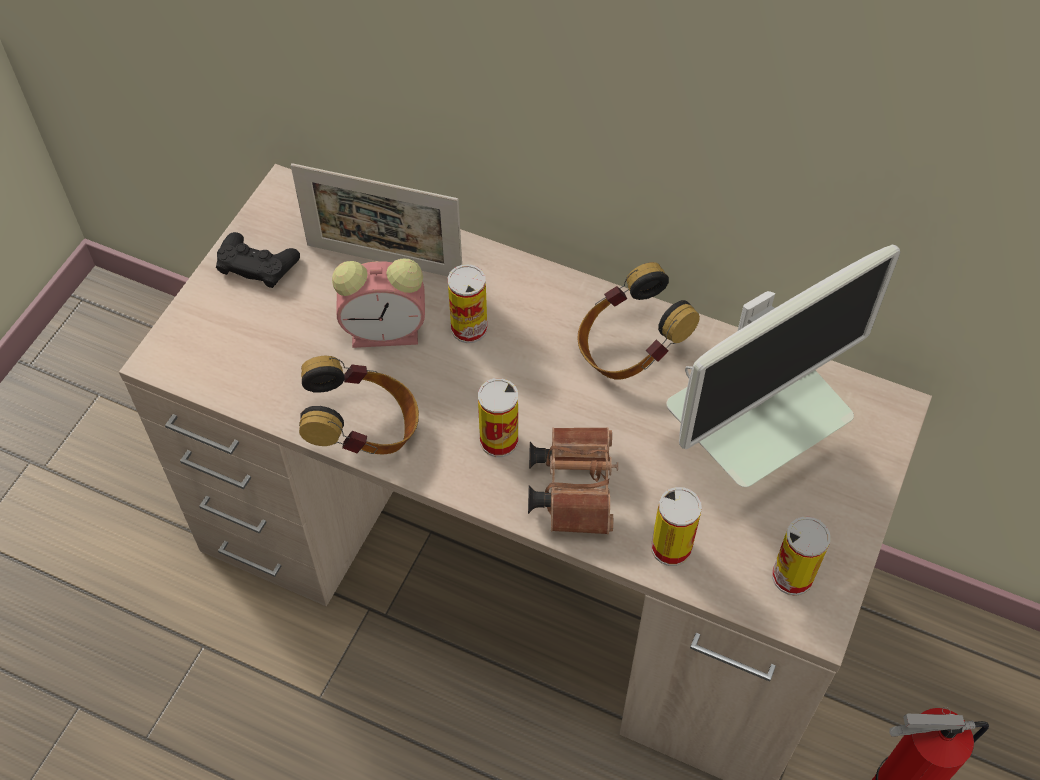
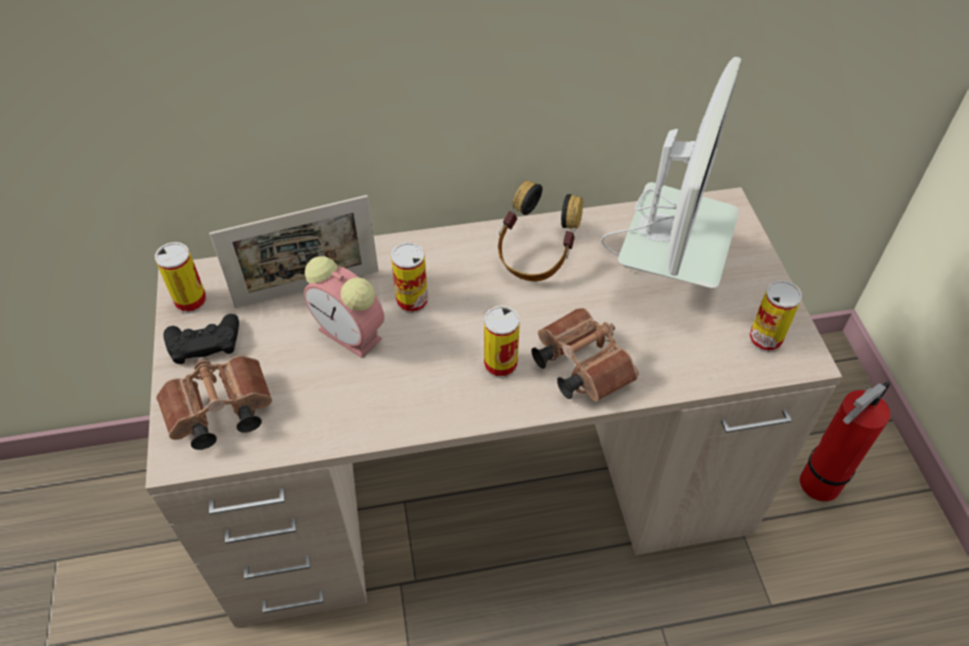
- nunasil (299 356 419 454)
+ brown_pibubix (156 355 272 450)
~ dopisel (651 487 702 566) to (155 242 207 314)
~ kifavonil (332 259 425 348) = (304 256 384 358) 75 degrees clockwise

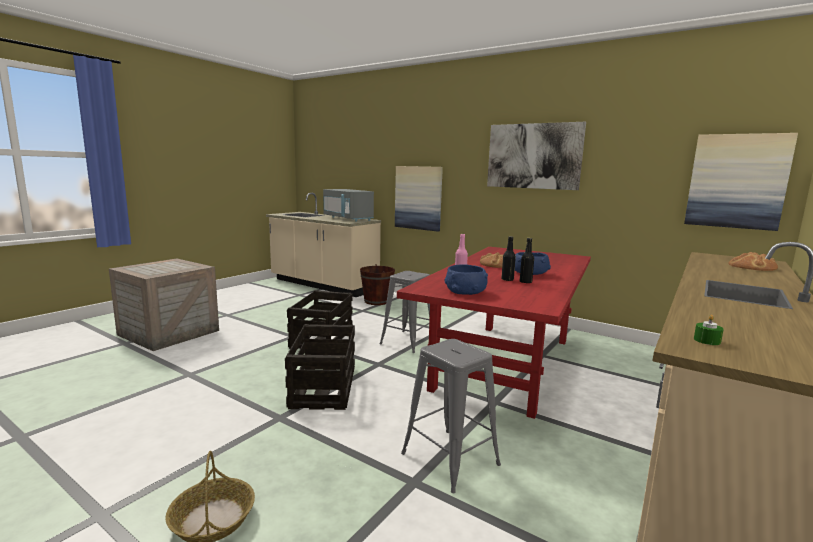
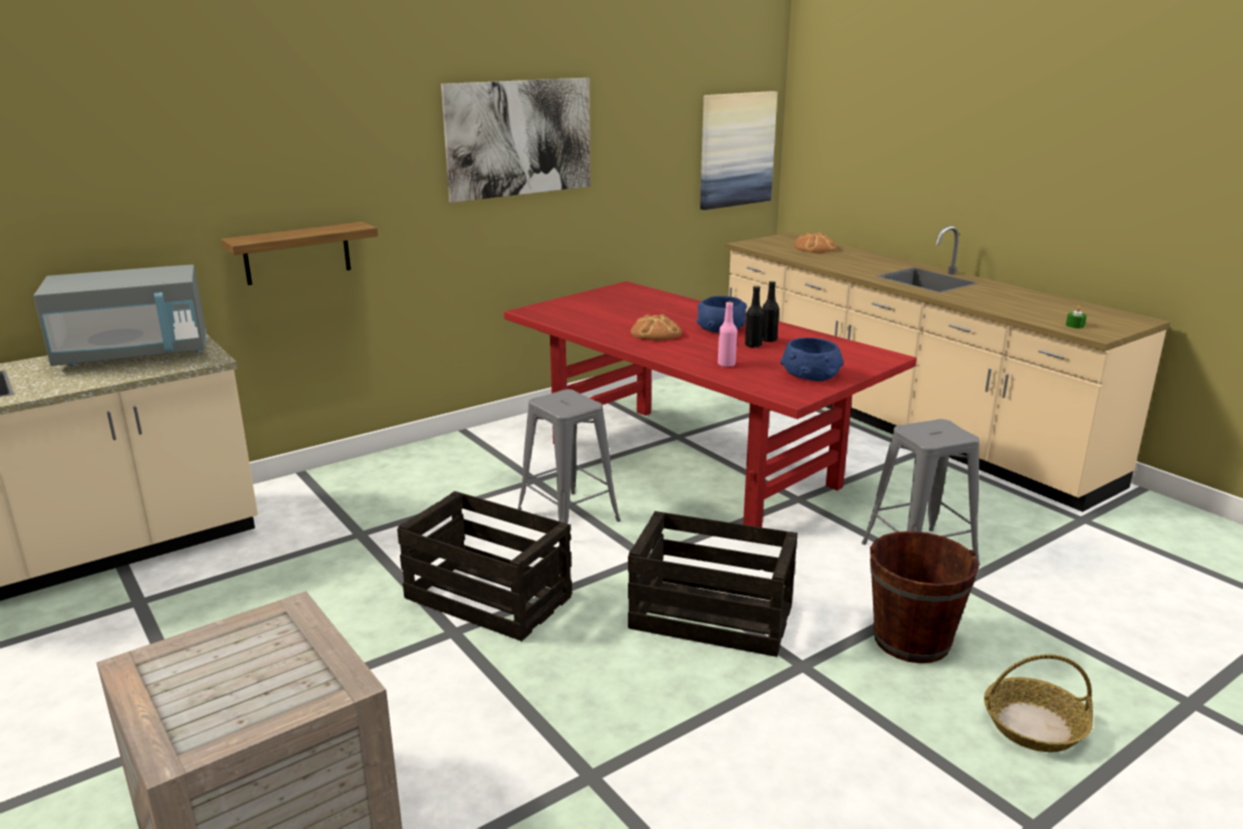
~ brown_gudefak (360 264 395 305) to (870 531 979 663)
~ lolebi (395 166 443 232) to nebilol (221 222 378 285)

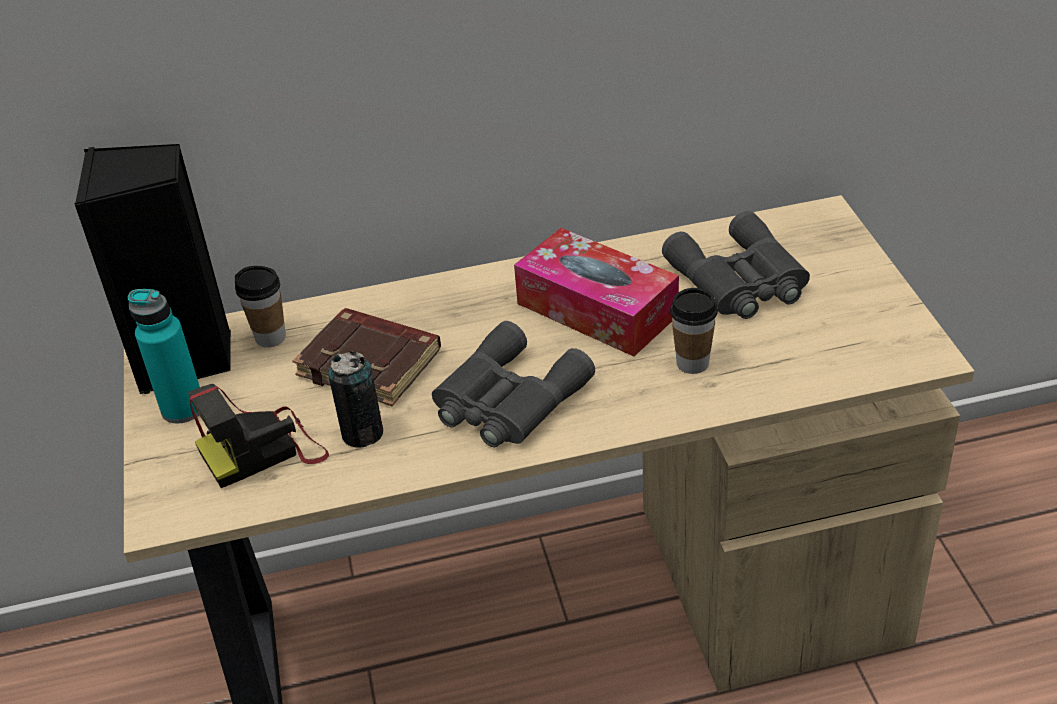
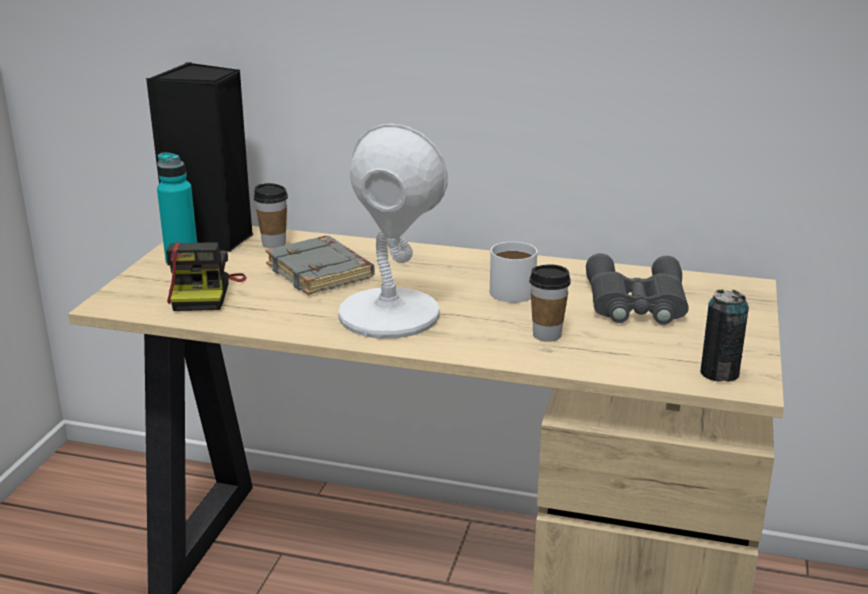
~ dopisel (328 351 383 448) to (700 289 749 382)
~ grey_pibubix (432 321 595 447) to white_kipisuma (338 123 448 338)
~ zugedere (514 228 679 356) to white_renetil (490 242 537 303)
~ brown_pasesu (292 308 441 406) to grey_pasesu (265 236 375 295)
~ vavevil (188 384 329 488) = (166 242 247 311) 90 degrees counterclockwise

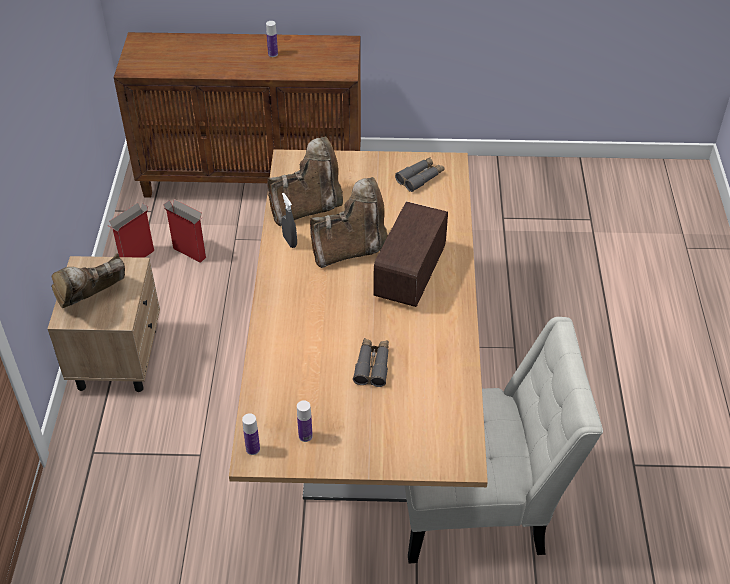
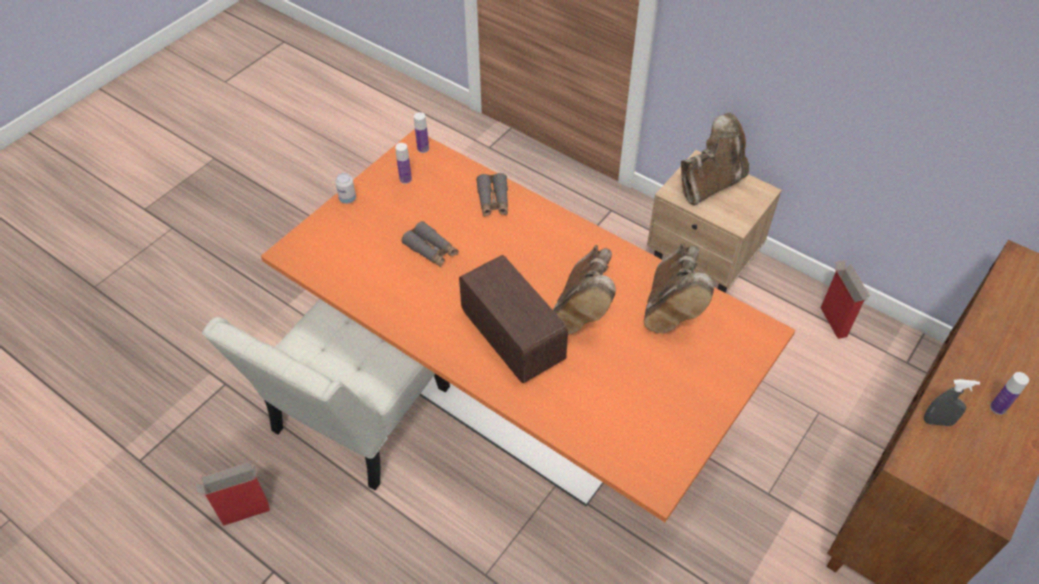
+ dopisel (335 173 356 204)
~ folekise (163 199 206 263) to (194 462 270 526)
~ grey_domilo (281 193 297 248) to (924 379 980 426)
~ grey_pibubix (395 157 444 192) to (476 173 508 217)
~ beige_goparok (229 149 488 502) to orange_goparok (261 129 795 522)
~ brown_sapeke (51 253 125 308) = (681 113 749 206) 60 degrees clockwise

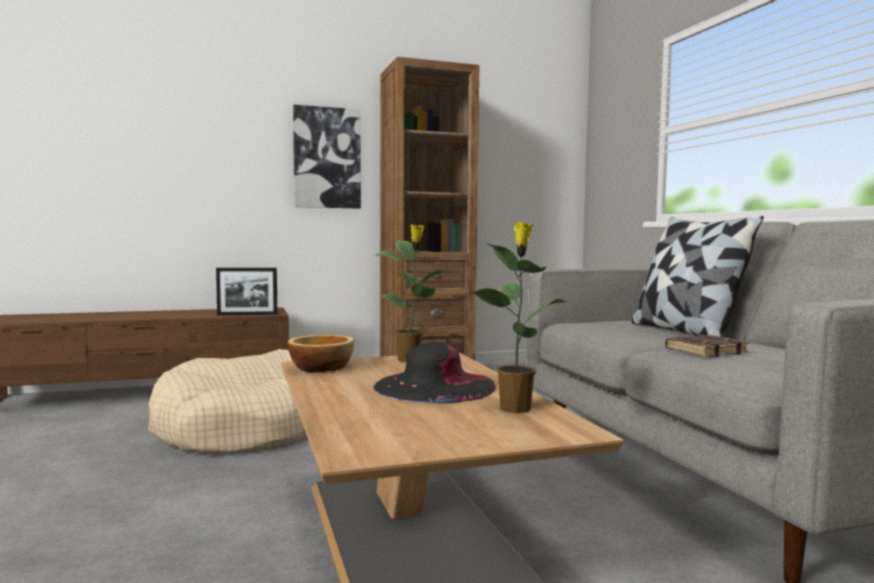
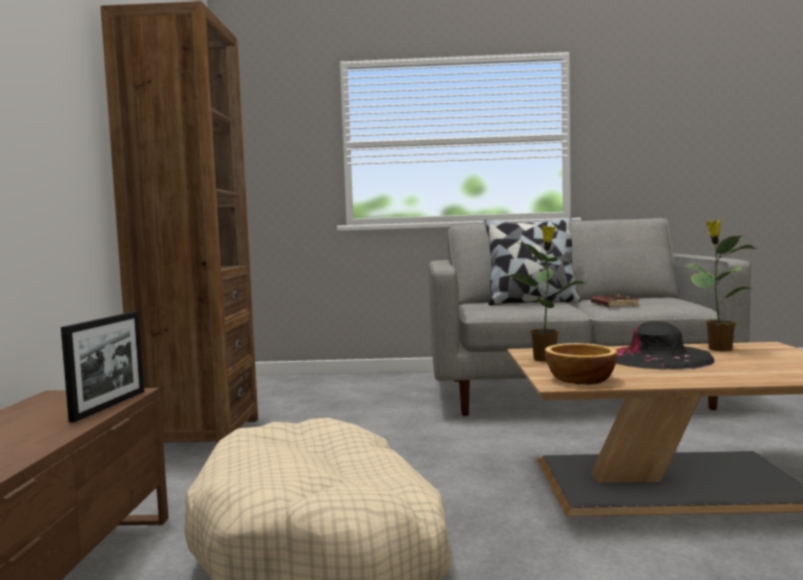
- lolebi (293 105 361 209)

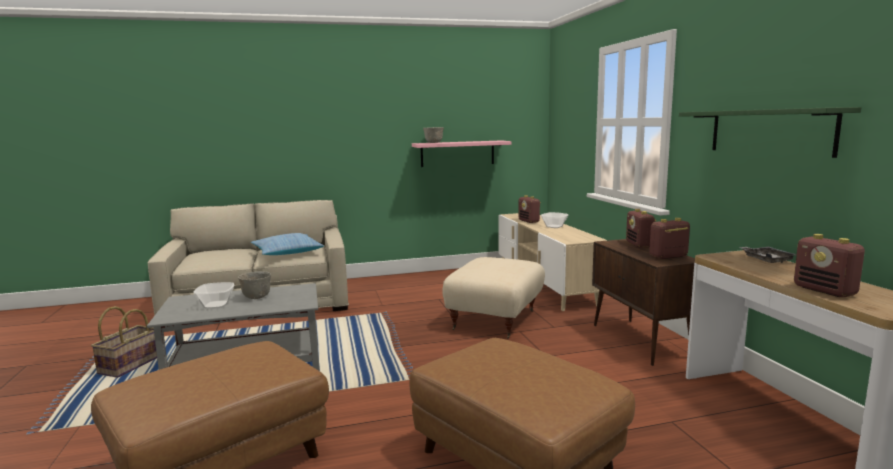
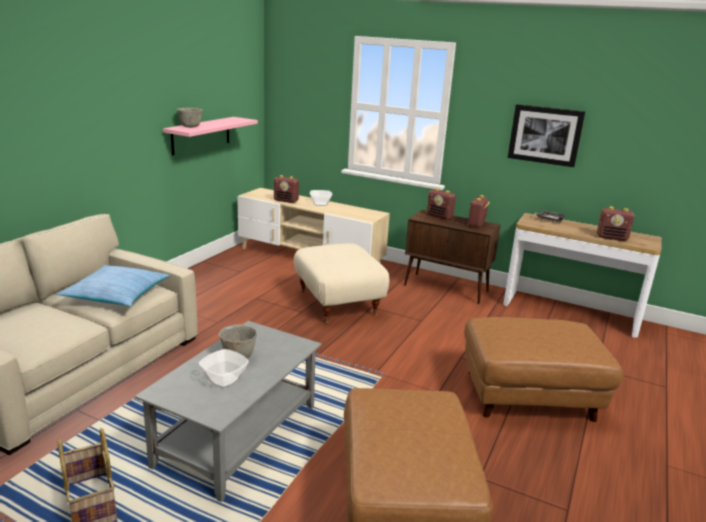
~ green_nebilol (679 107 861 158) to lolebi (508 104 585 167)

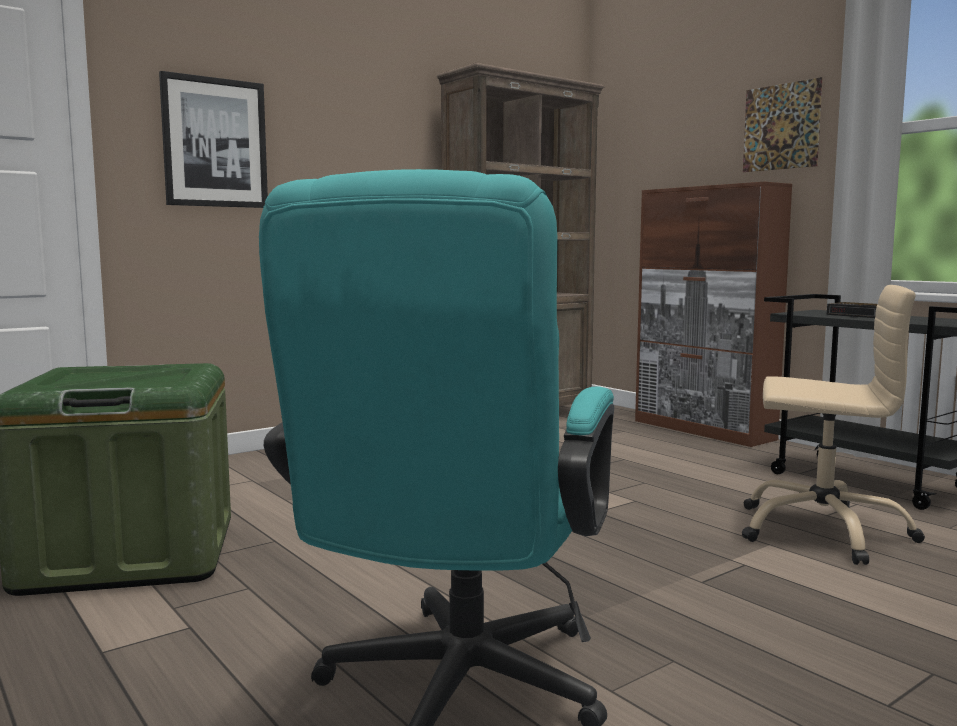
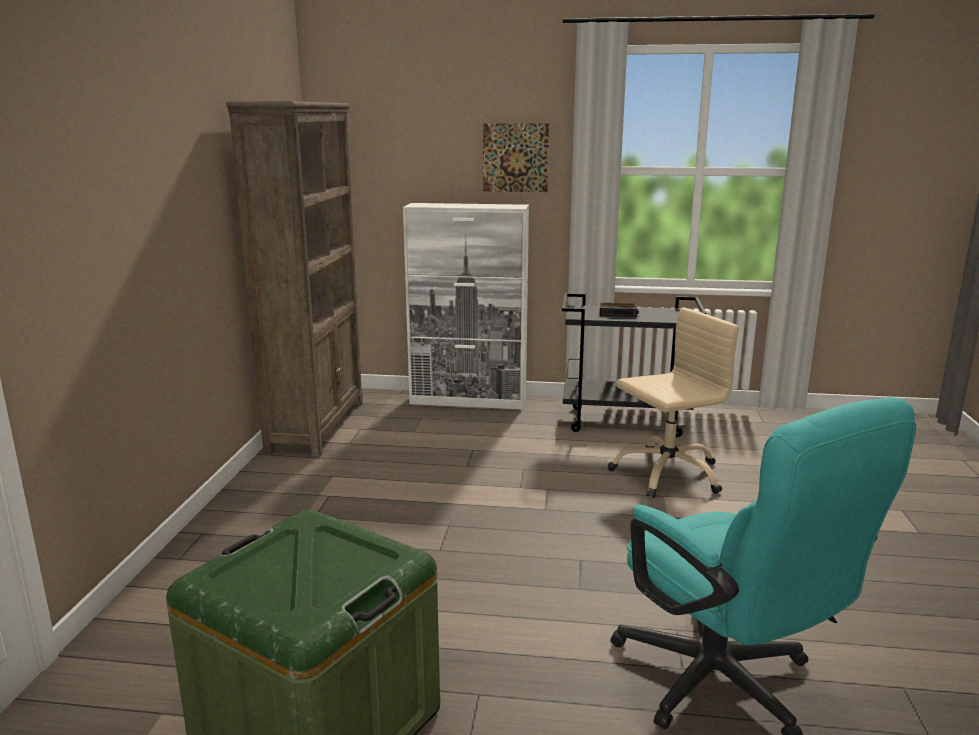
- lolebi (159 71 268 208)
~ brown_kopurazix (635 182 792 447) to white_kopurazix (403 203 529 409)

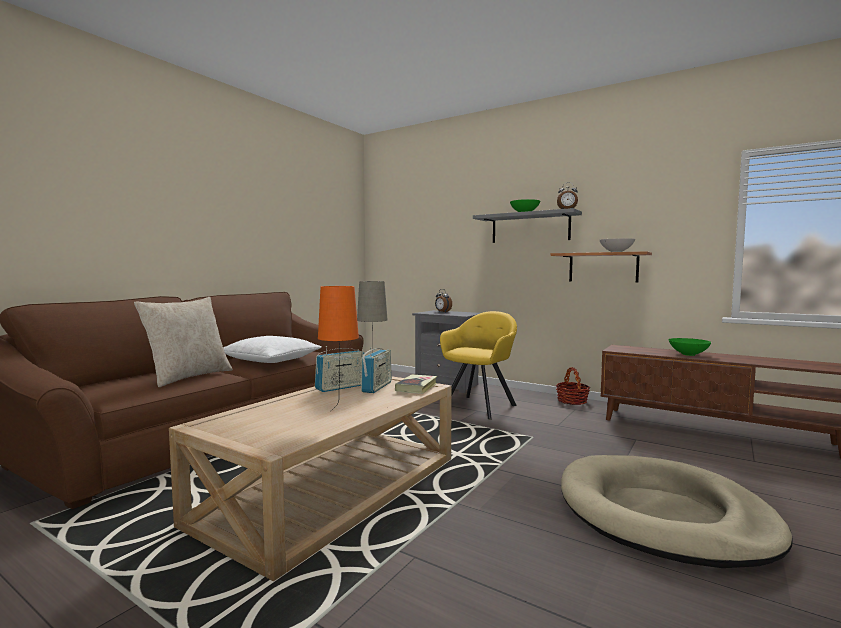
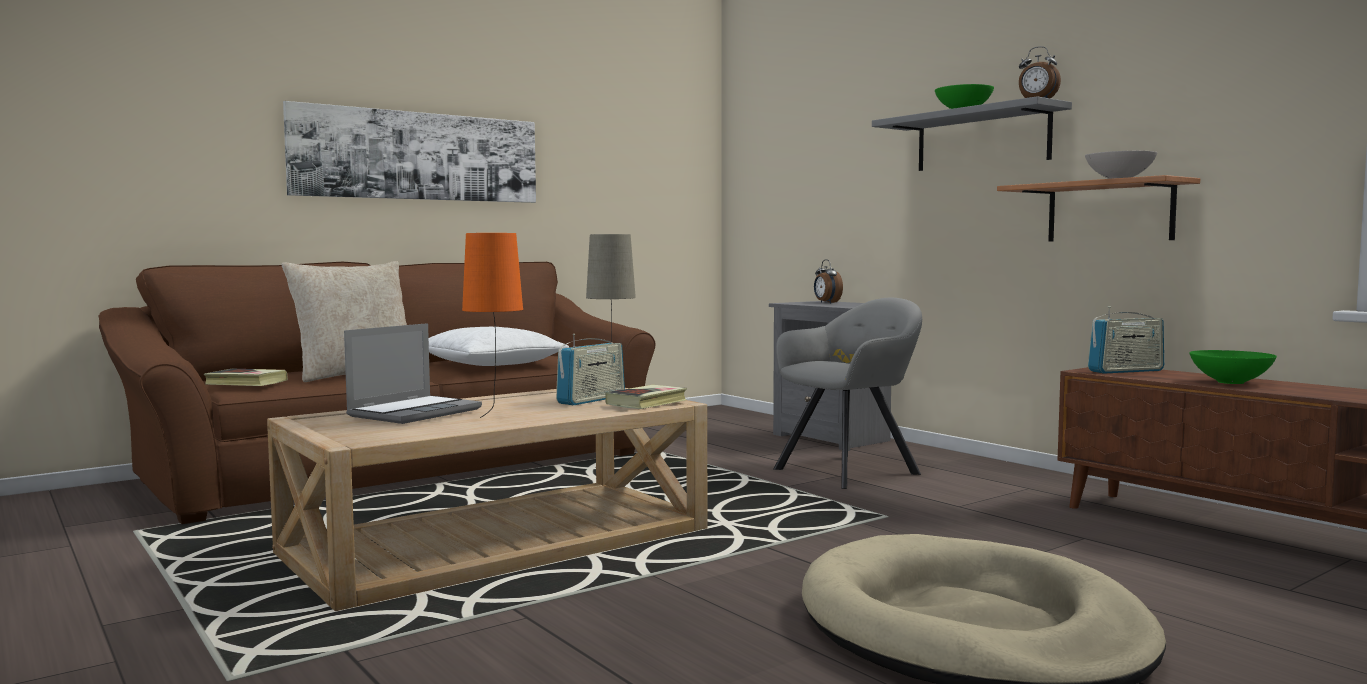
- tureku (555 367 590 405)
+ pasesu (204 369 288 386)
+ lolebi (283 101 536 203)
+ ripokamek (344 323 482 424)
~ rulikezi (315 346 364 392) to (1088 306 1164 374)
~ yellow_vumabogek (440 311 517 420) to grey_vumabogek (773 298 922 489)

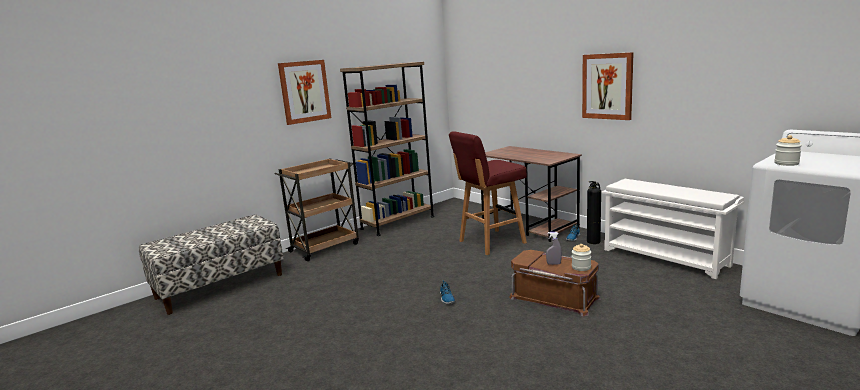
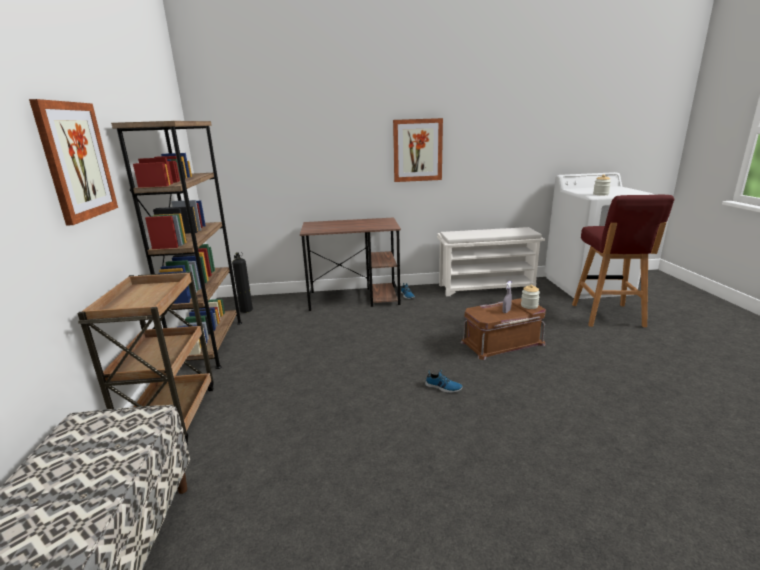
~ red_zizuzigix (449 131 527 255) to (572 195 674 327)
~ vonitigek (587 181 601 244) to (232 252 253 313)

